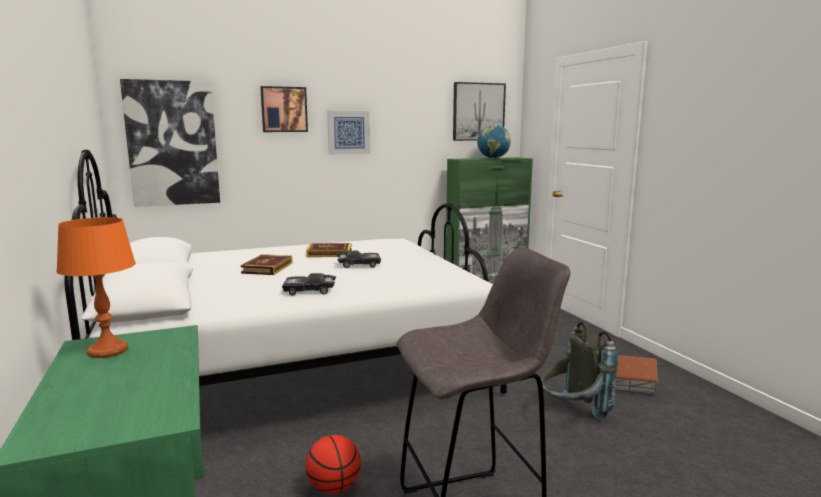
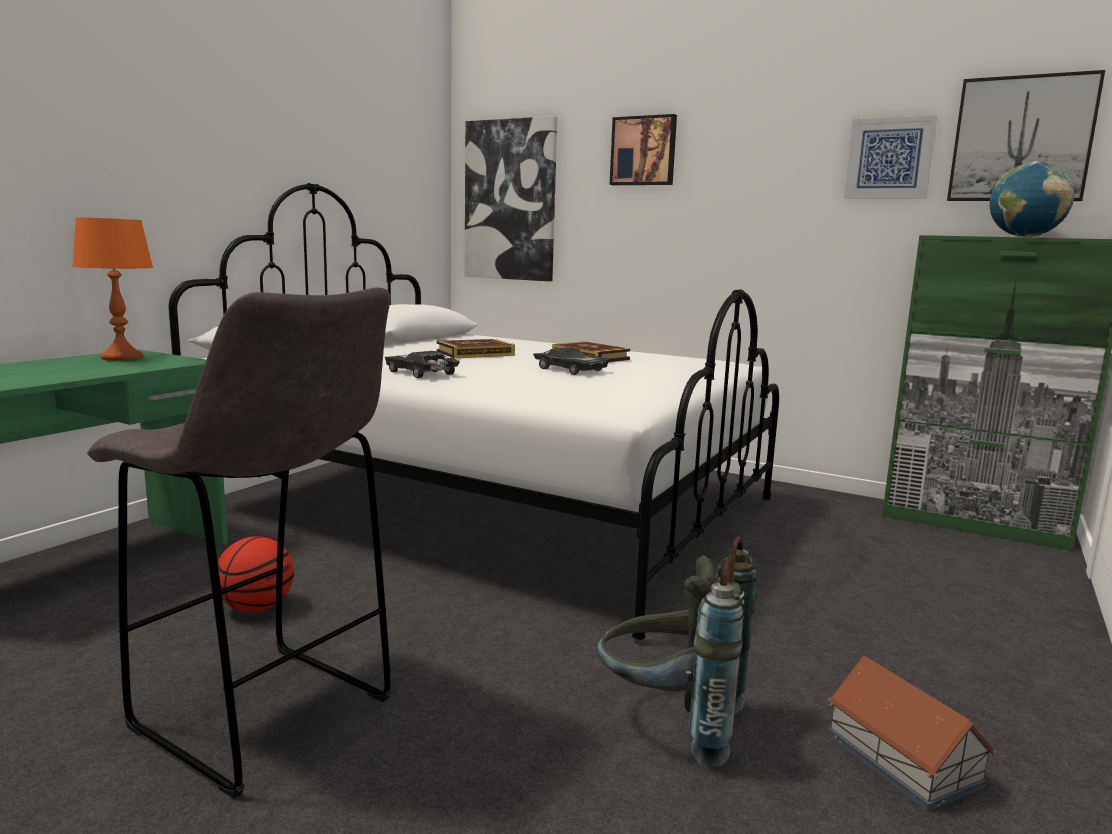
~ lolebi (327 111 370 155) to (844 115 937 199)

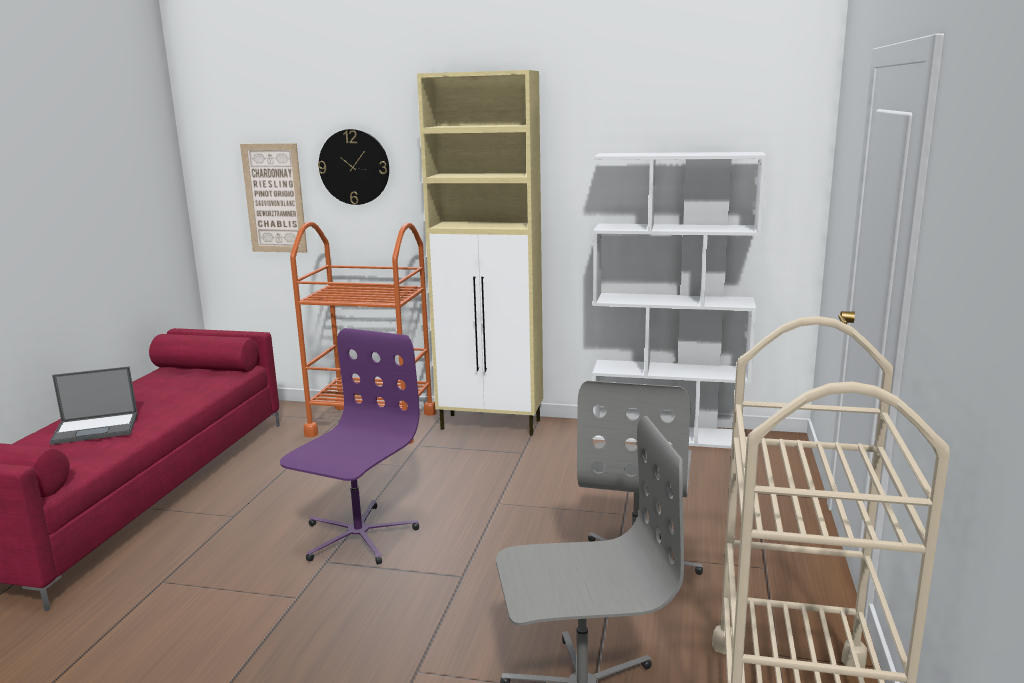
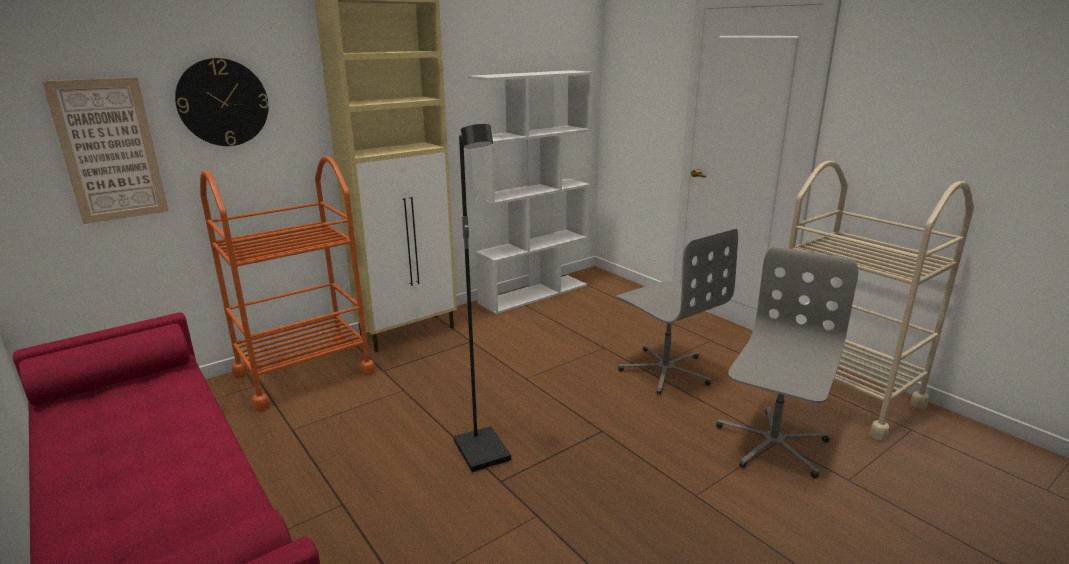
- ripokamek (49 366 138 445)
~ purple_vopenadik (280 328 420 565) to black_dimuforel (454 124 511 472)

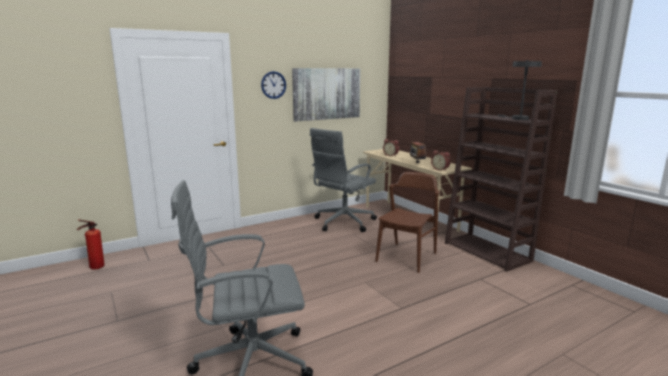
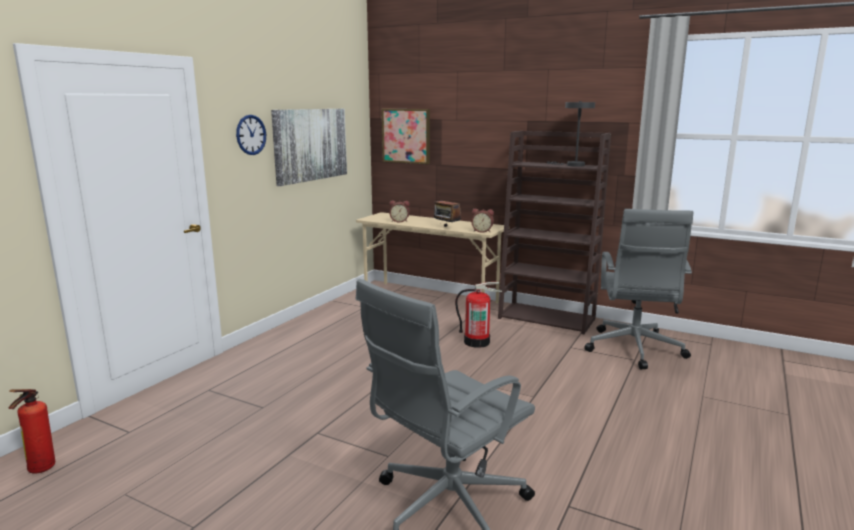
+ lolebi (382 109 430 164)
~ grey_vopenadik (310 128 377 232) to (584 209 693 370)
~ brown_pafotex (375 172 440 273) to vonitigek (455 282 502 348)

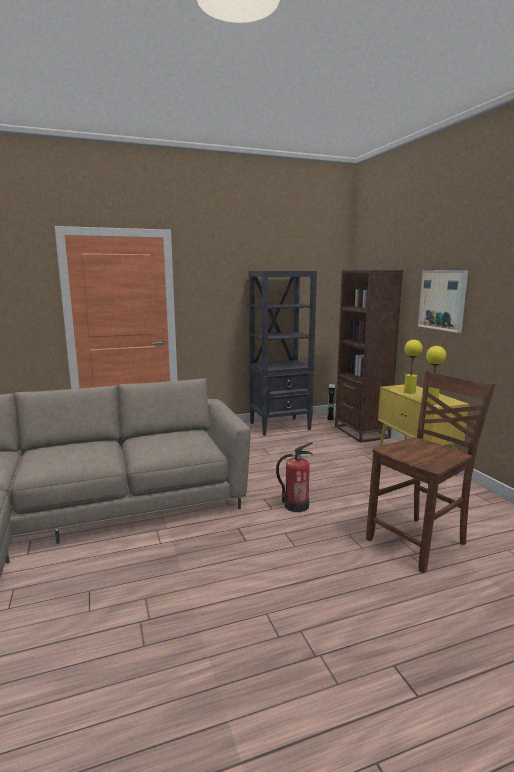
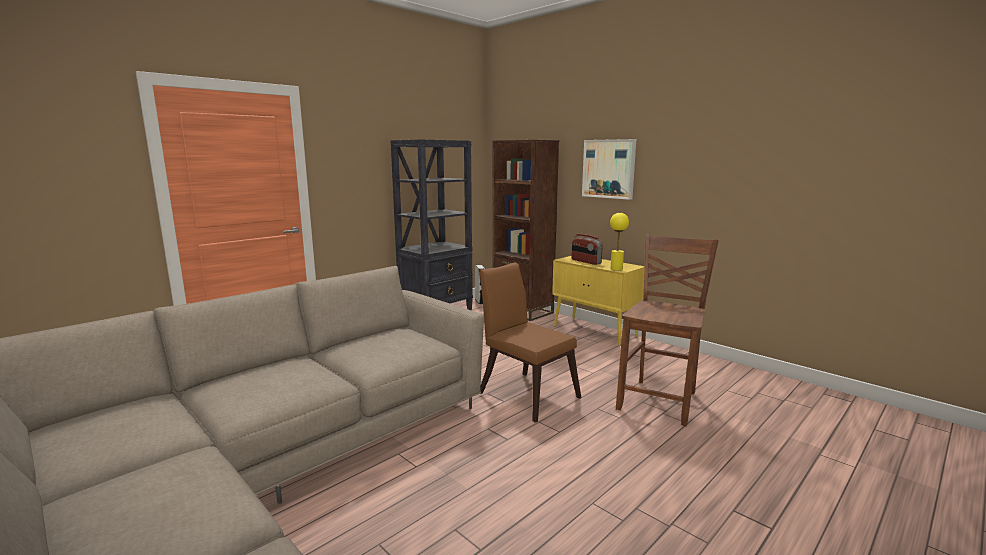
~ vonitigek (276 442 313 512) to brown_pafotex (479 262 581 423)
~ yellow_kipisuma (404 340 423 394) to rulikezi (571 234 603 265)

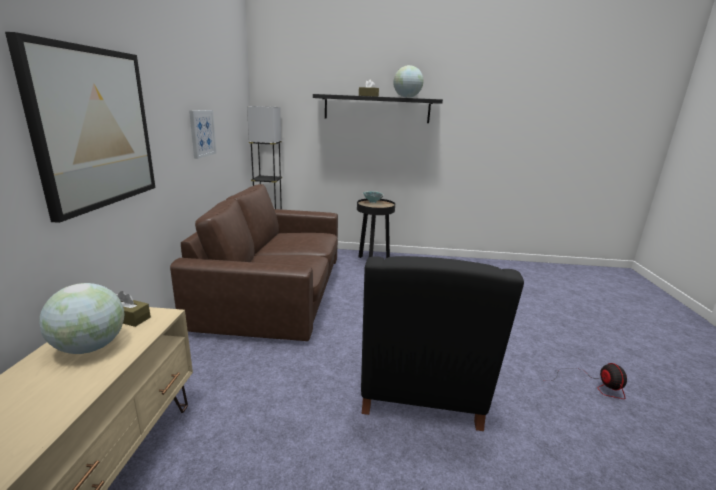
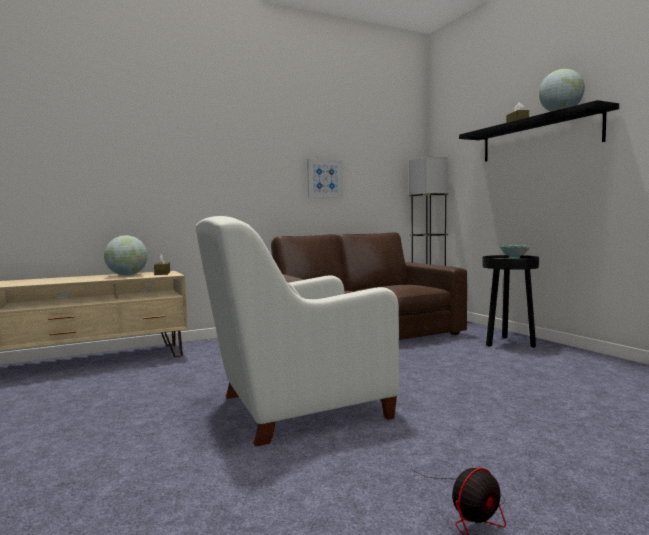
- lolebi (5 32 155 223)
~ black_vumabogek (361 256 524 431) to white_vumabogek (196 216 399 446)

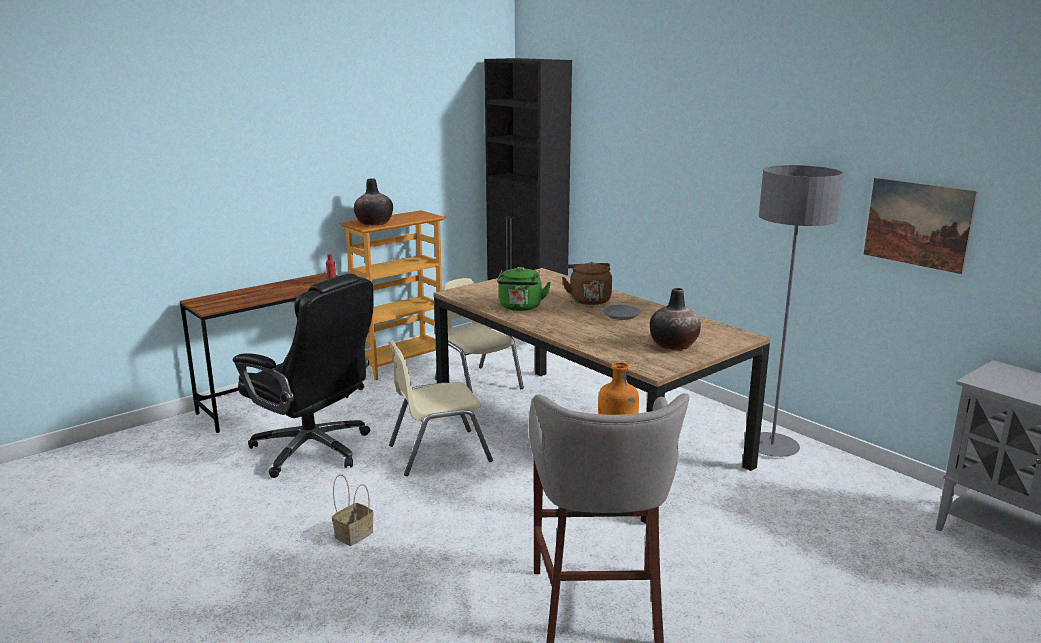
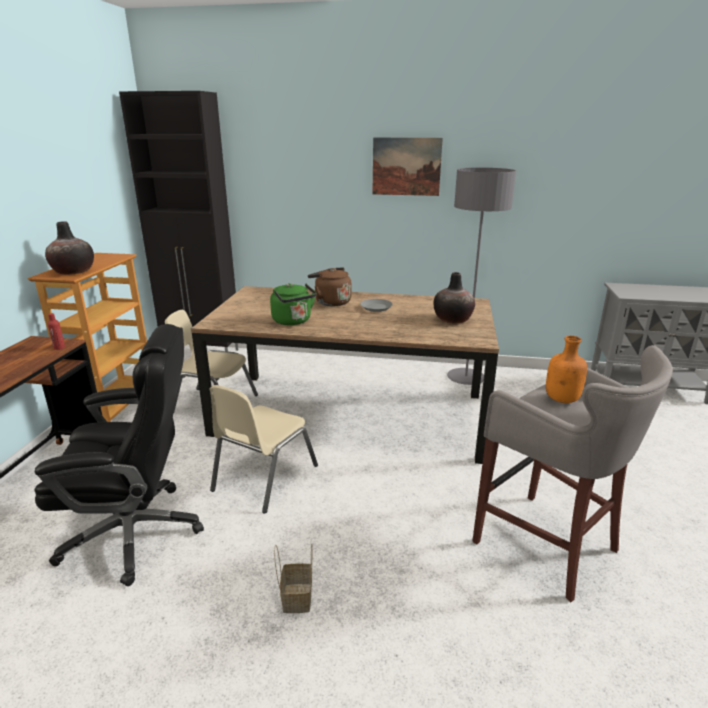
~ lolebi (864 178 978 274) to (372 137 443 196)

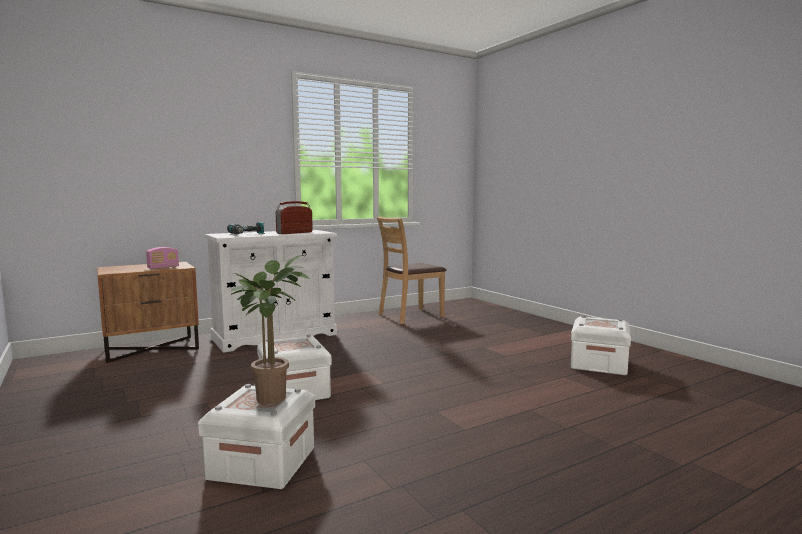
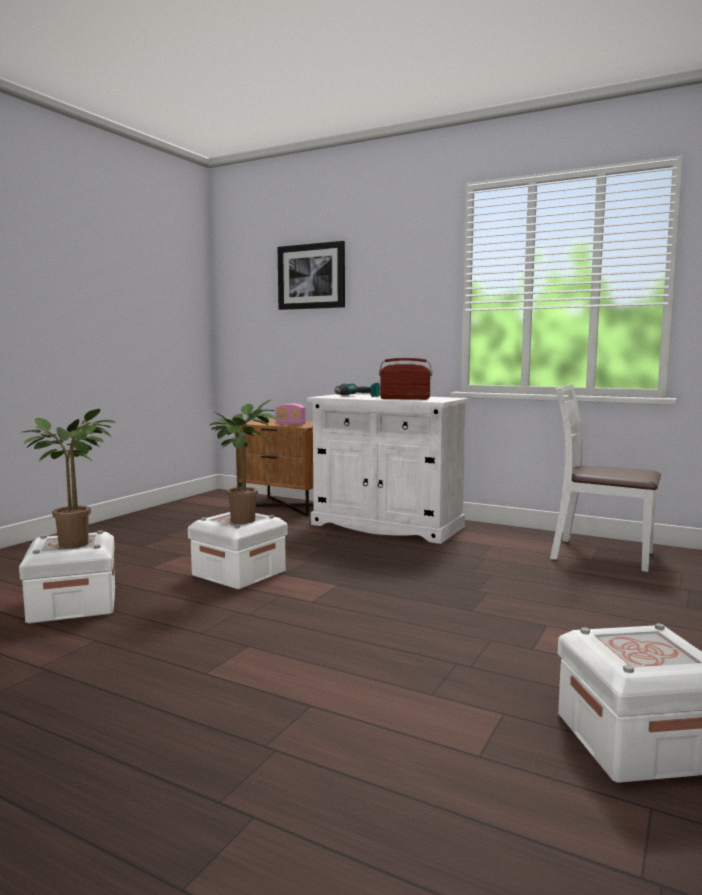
+ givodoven (209 400 277 524)
+ lolebi (278 241 345 310)
~ brown_pafotex (377 217 446 324) to white_pafotex (550 384 661 572)

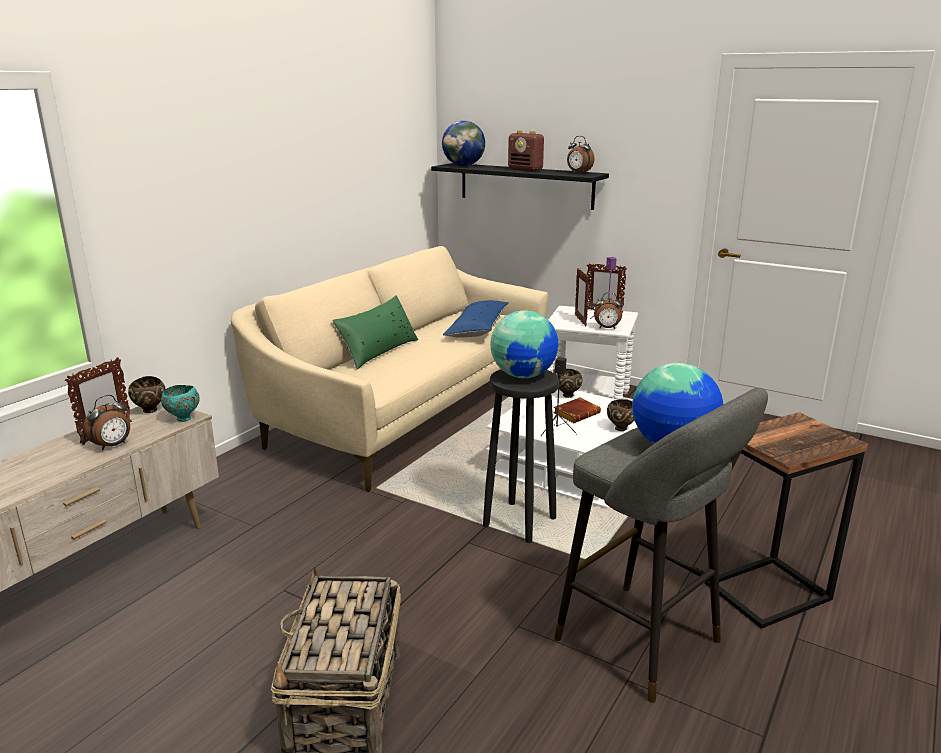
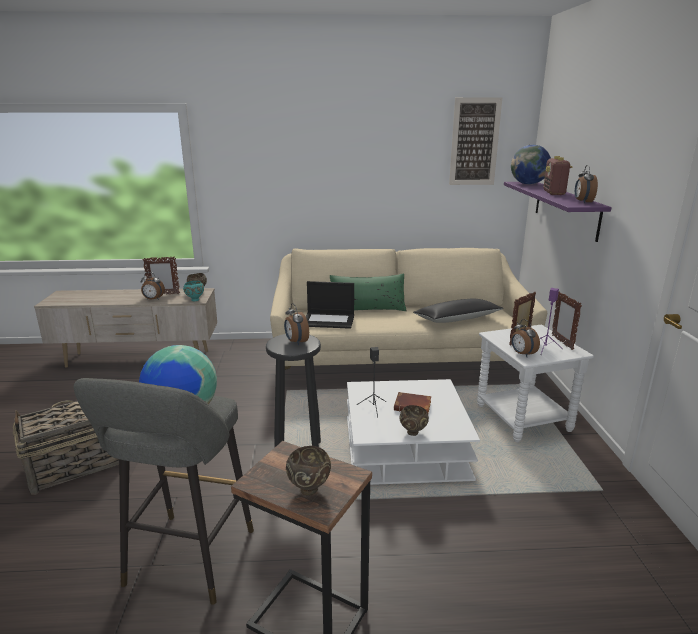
+ ripokamek (306 281 354 329)
+ lolebi (449 97 502 185)
~ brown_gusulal (556 369 583 398) to (286 446 331 495)
~ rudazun (490 310 558 378) to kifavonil (284 303 309 345)
~ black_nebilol (431 163 609 210) to purple_nebilol (504 182 612 242)
~ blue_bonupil (443 300 509 338) to black_bonupil (413 298 504 323)

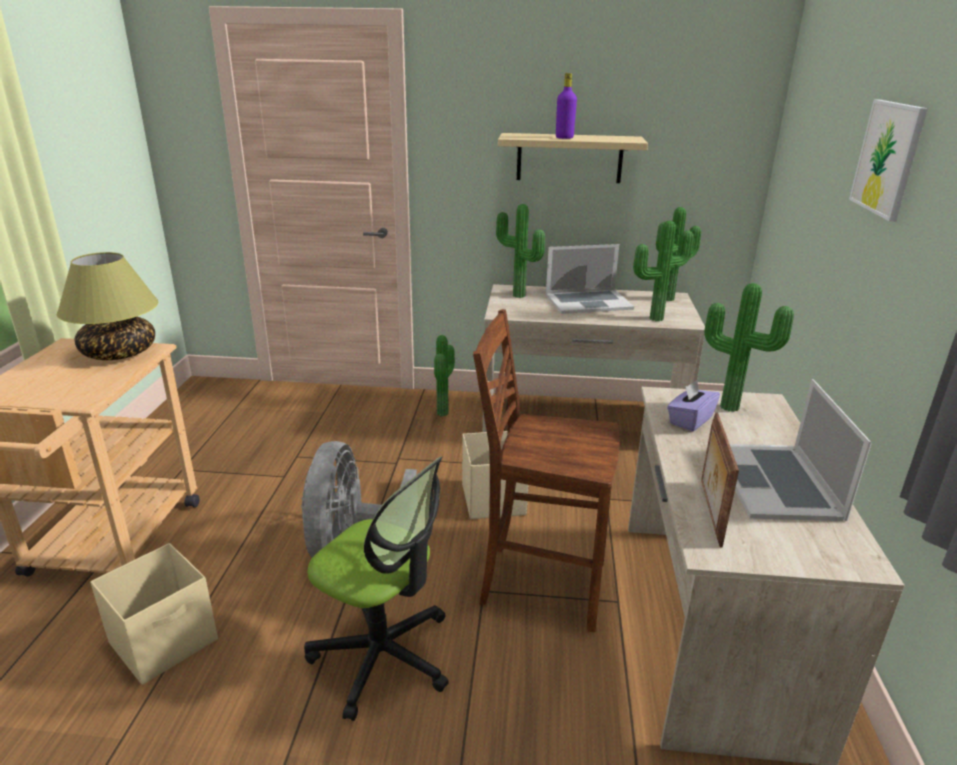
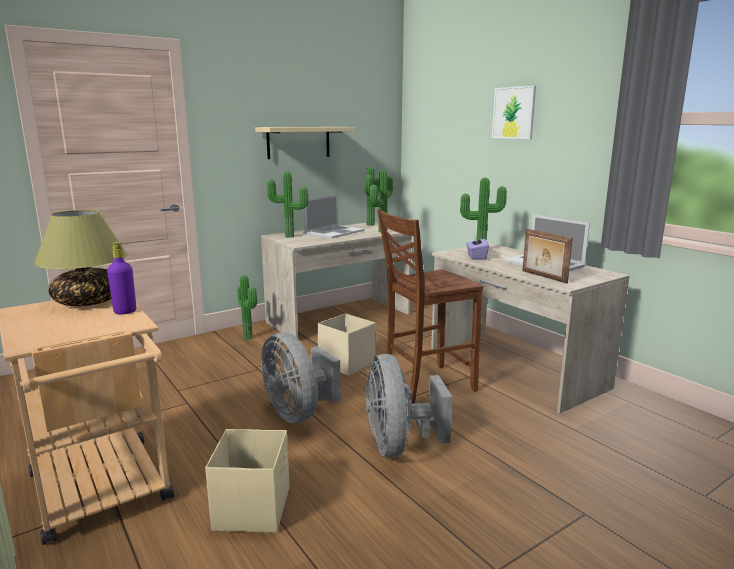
~ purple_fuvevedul (556 73 577 139) to (107 242 136 314)
~ vopenadik (304 456 449 721) to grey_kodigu (365 354 452 457)

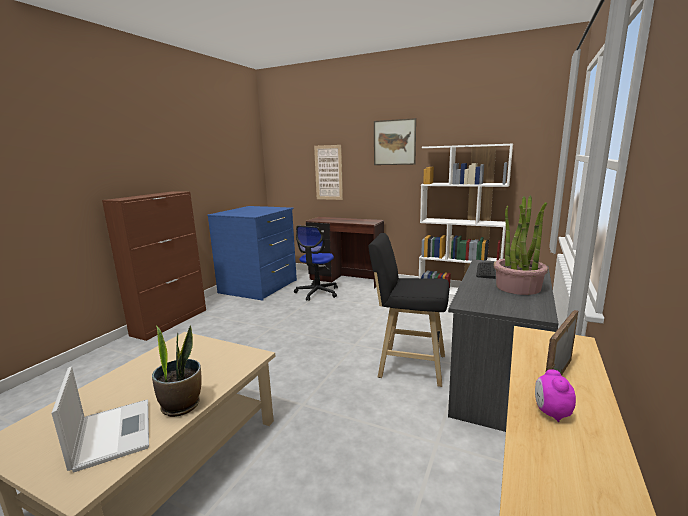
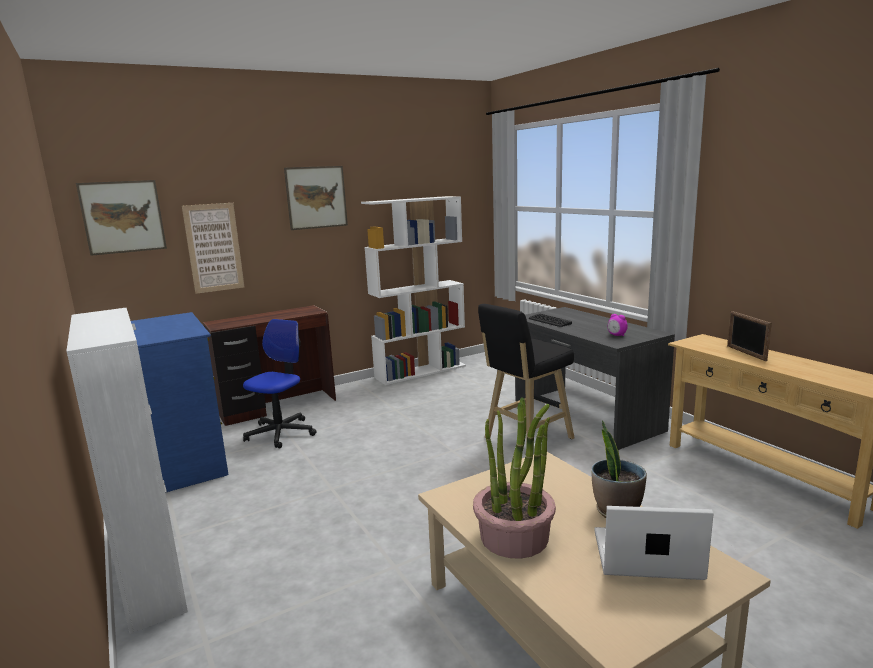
+ lolebi (76 180 167 256)
~ givodoven (494 196 548 295) to (473 397 556 559)
~ kifavonil (535 369 576 422) to (608 314 628 336)
~ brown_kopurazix (102 191 206 341) to white_kopurazix (66 308 188 634)
~ vopenadik (294 226 338 301) = (243 319 317 448) 120 degrees counterclockwise

